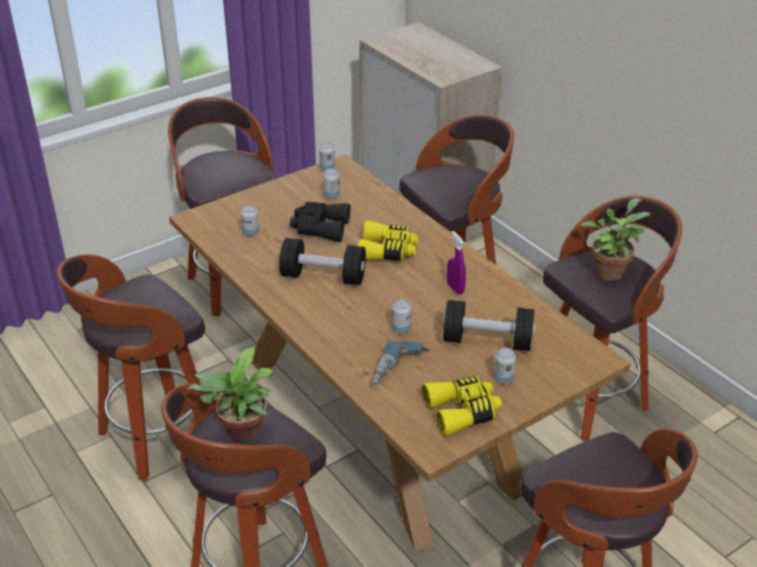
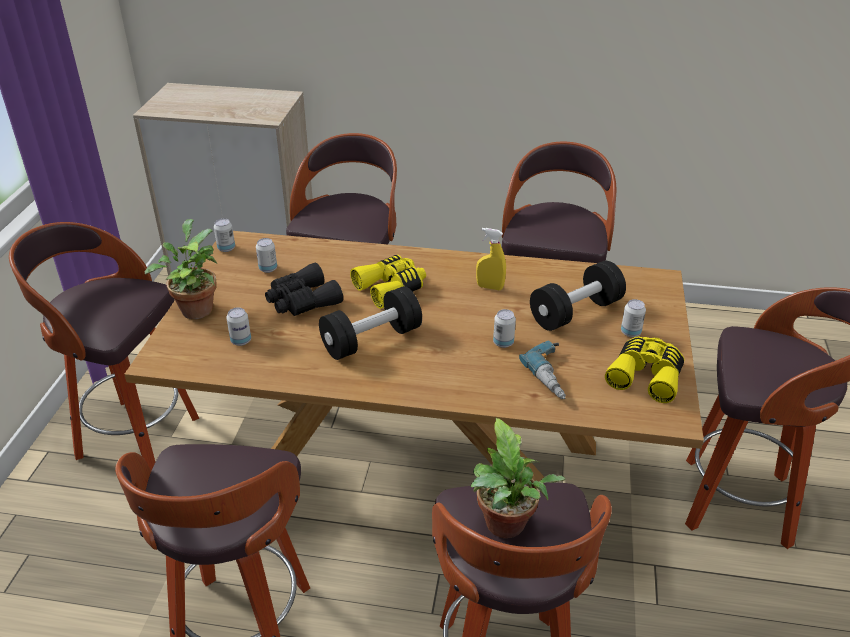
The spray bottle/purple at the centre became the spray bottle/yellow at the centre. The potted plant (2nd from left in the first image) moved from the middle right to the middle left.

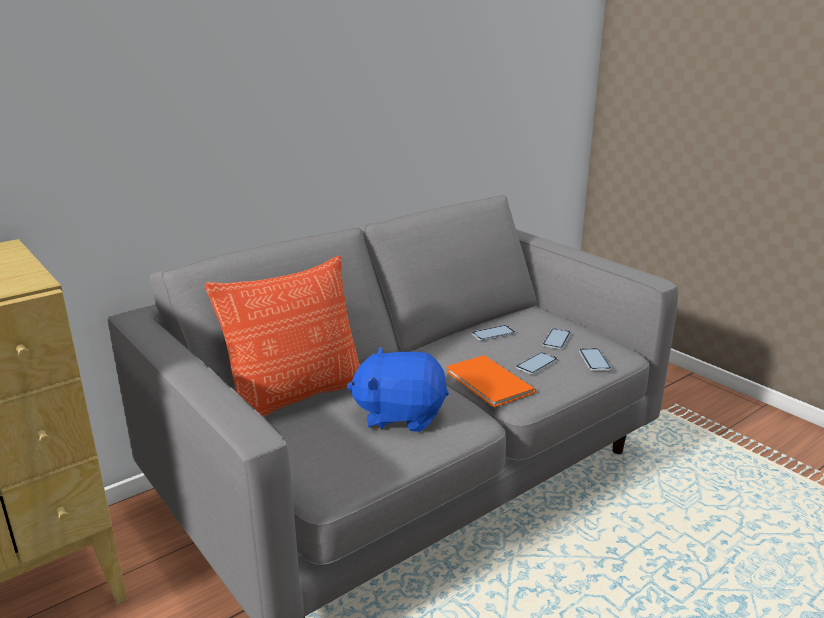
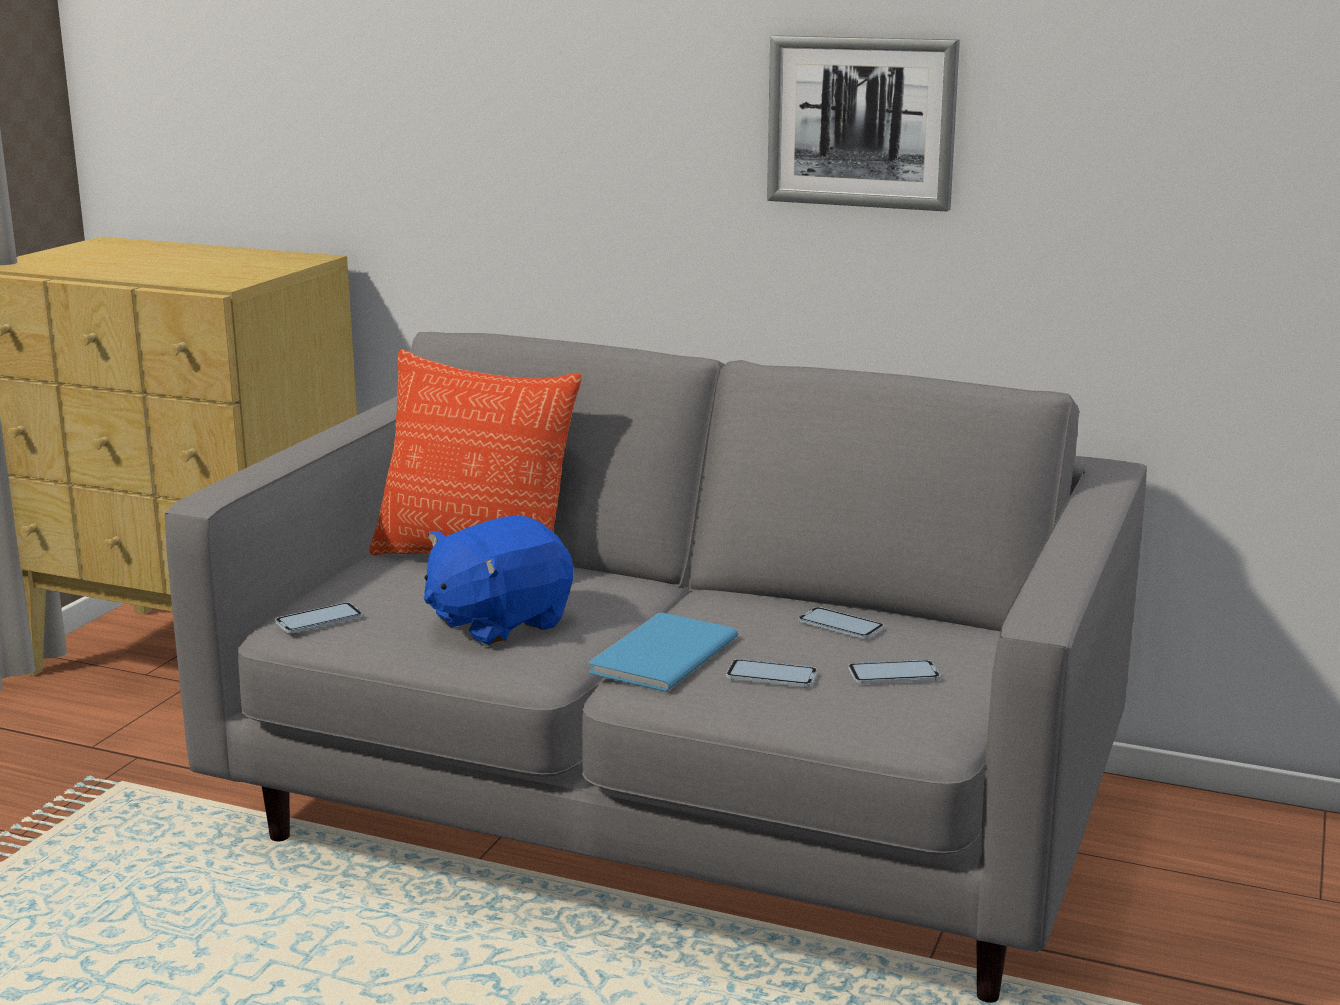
The plush toy/blue at the centre turned 105 degrees counterclockwise. The book/orange at the centre became the book/blue at the centre. The phone (4th from left in the first image) moved from the middle right to the middle left. The picture at the top centre appeared.

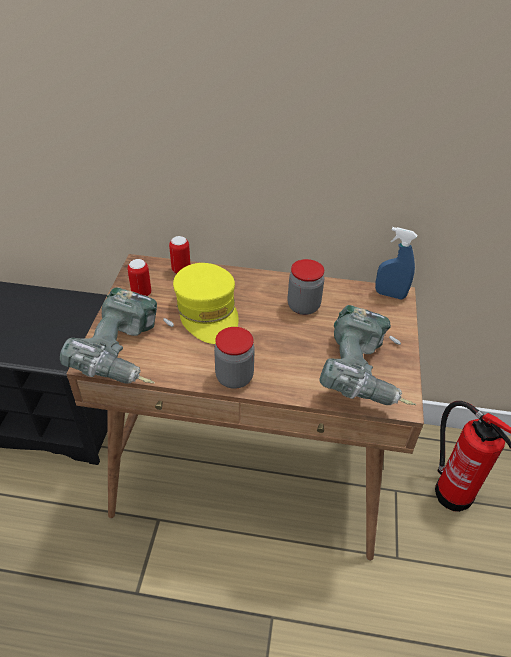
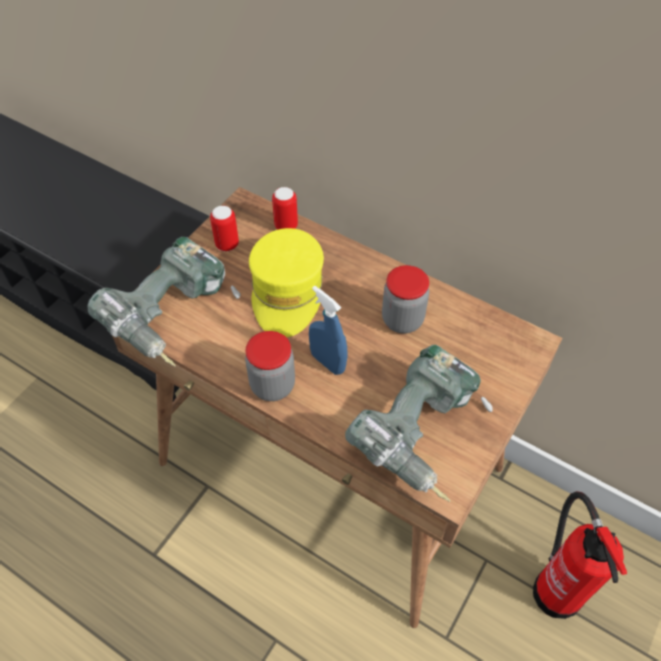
The spray bottle/blue moved from the middle right to the centre.

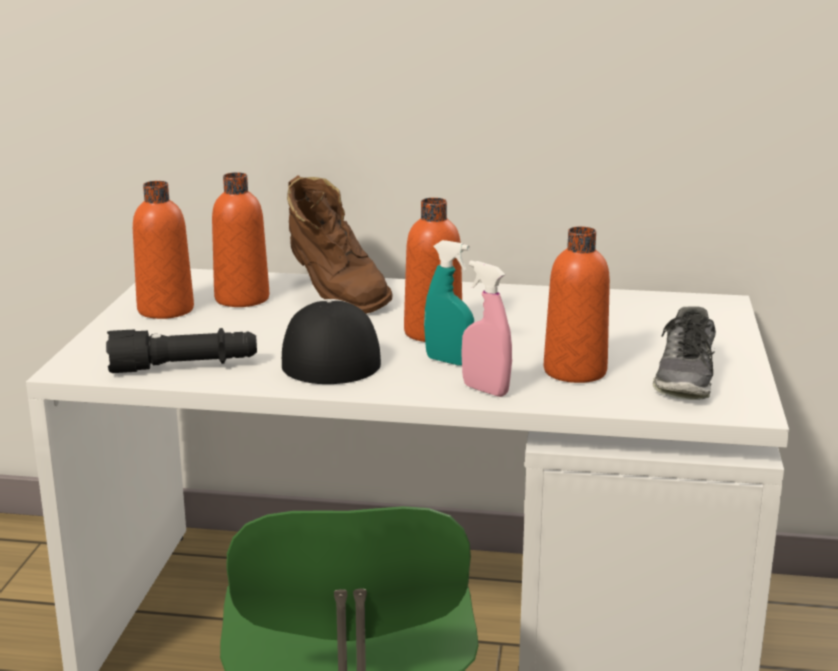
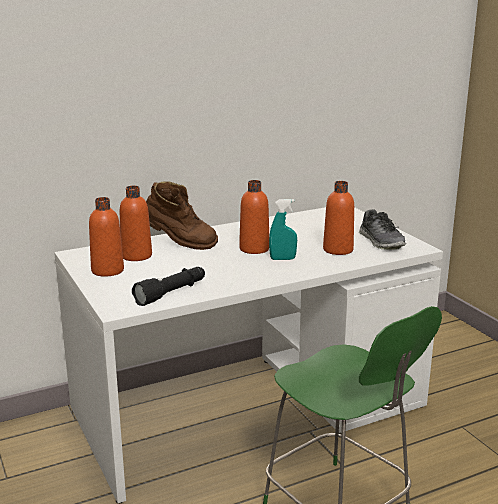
The cap at the centre disappeared. The spray bottle/pink at the centre disappeared.

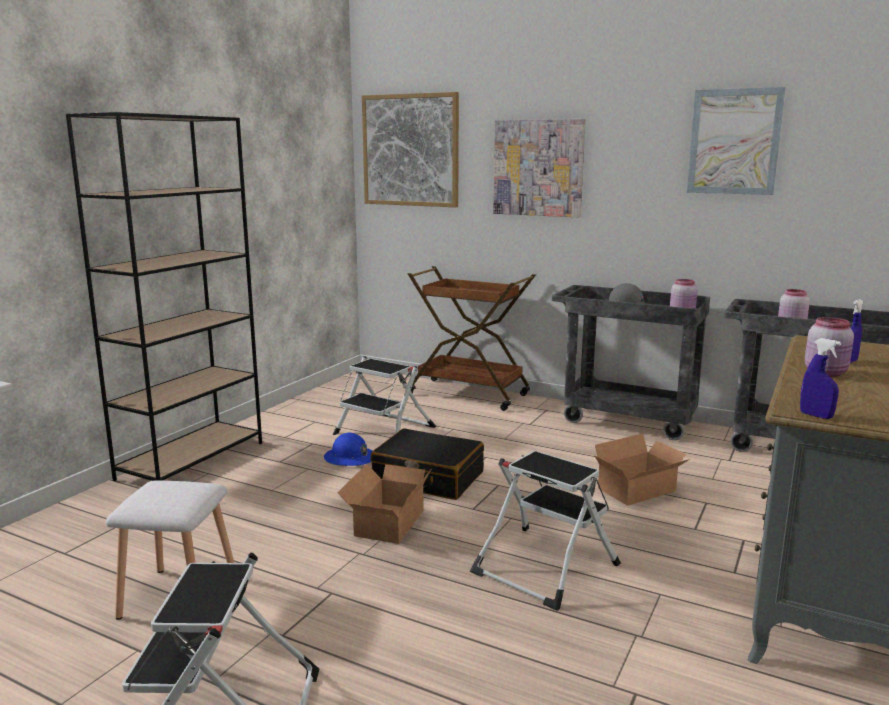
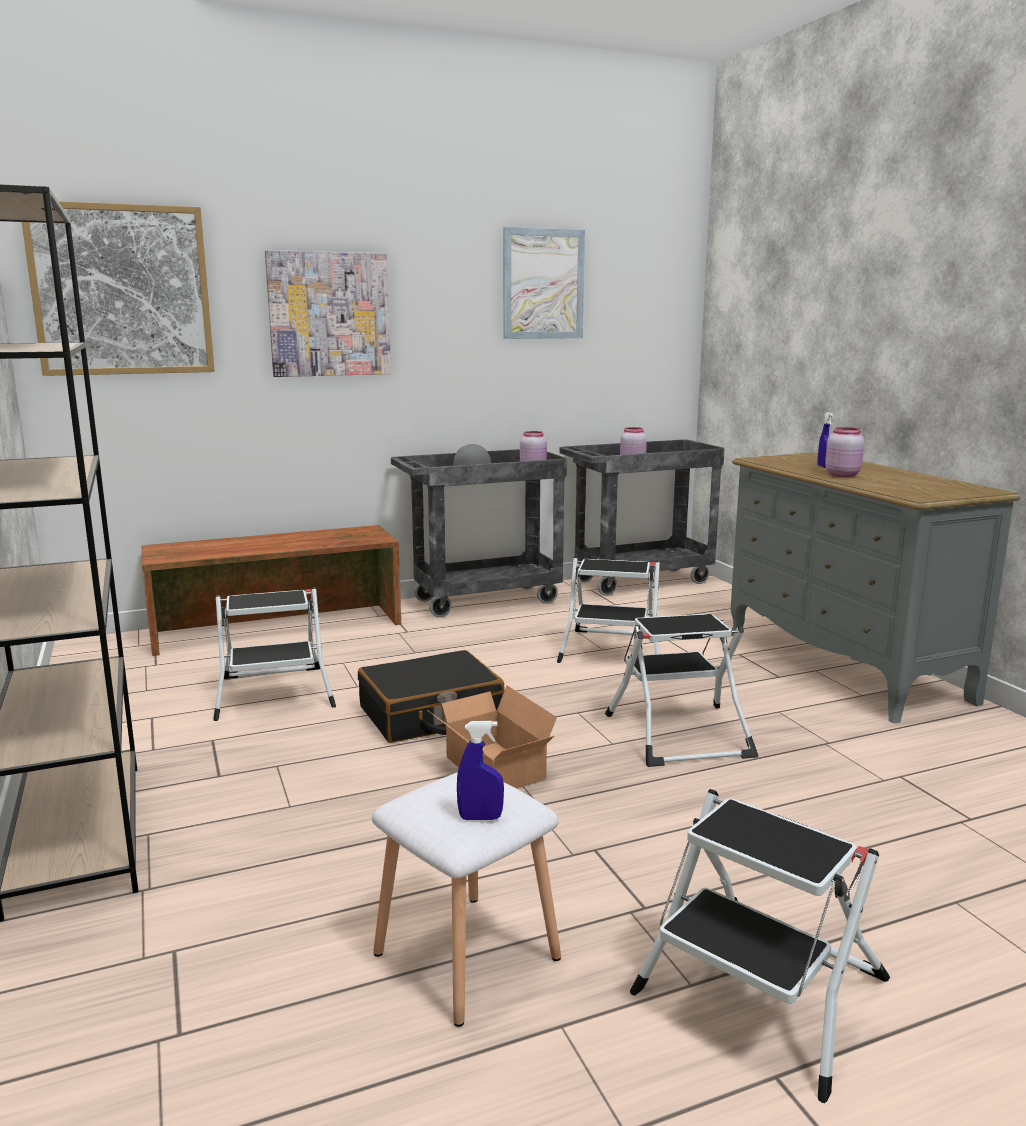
The hard hat/blue at the centre disappeared. The cart/brown at the centre was replaced by the bench/brown at the middle left. The cardboard box (2nd from left) at the bottom right was replaced by the step ladder (2nd from left) at the centre. The spray bottle/blue (1st from left) moved from the middle right to the bottom centre.

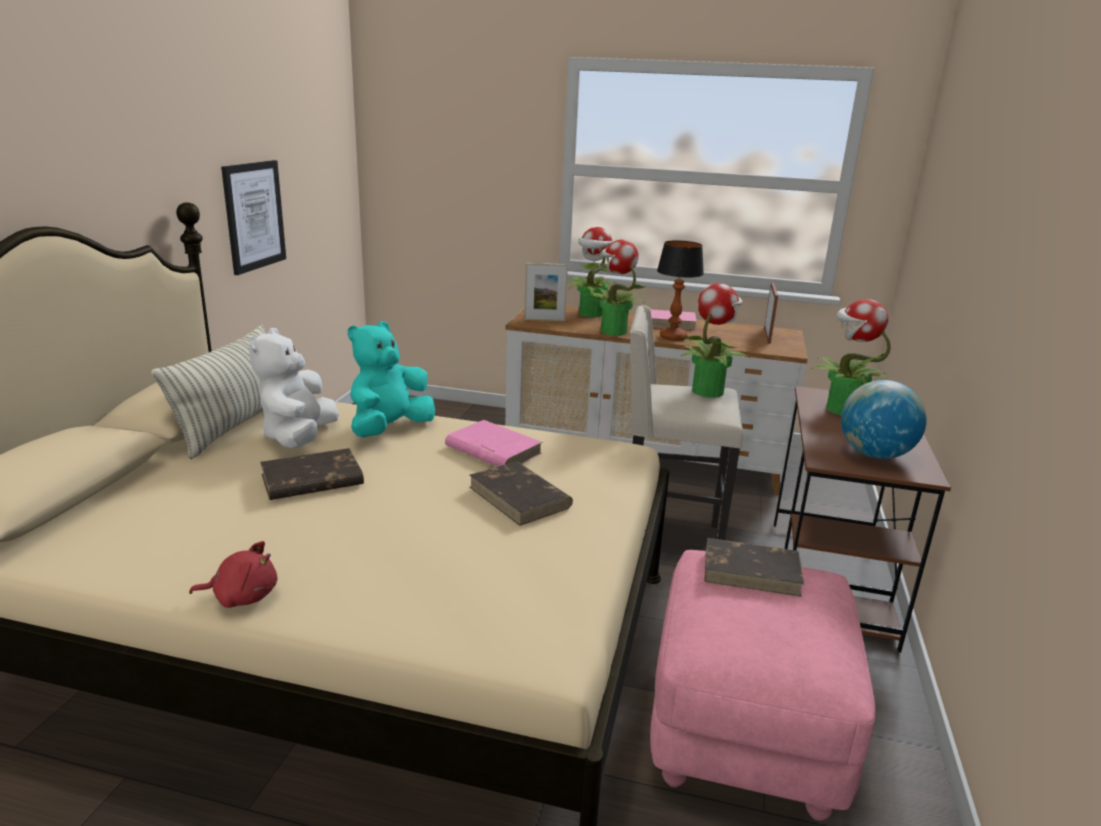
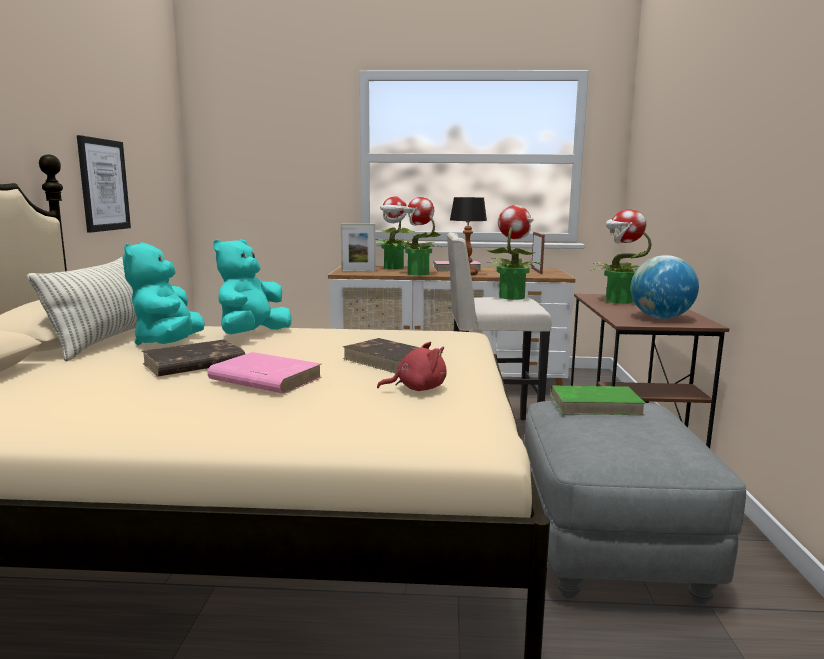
The plush toy/red moved from the bottom left to the centre. The plush toy/white at the middle left became the plush toy/turquoise (1st from left) at the middle left. The book/pink (1st from left) moved from the centre to the middle left. The ottoman/pink at the bottom right became the ottoman/grey at the bottom right. The book/brown (3rd from left) at the bottom right became the book/green at the middle right.

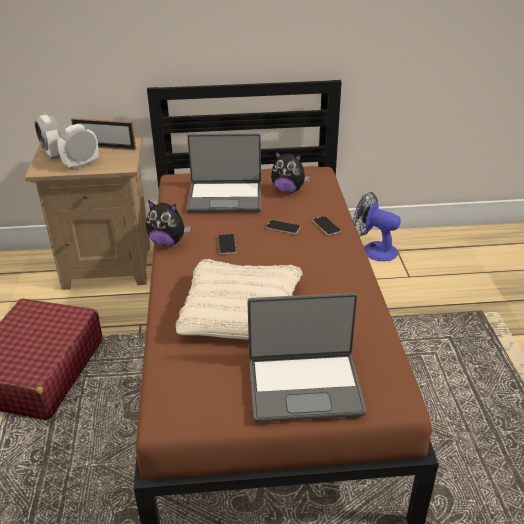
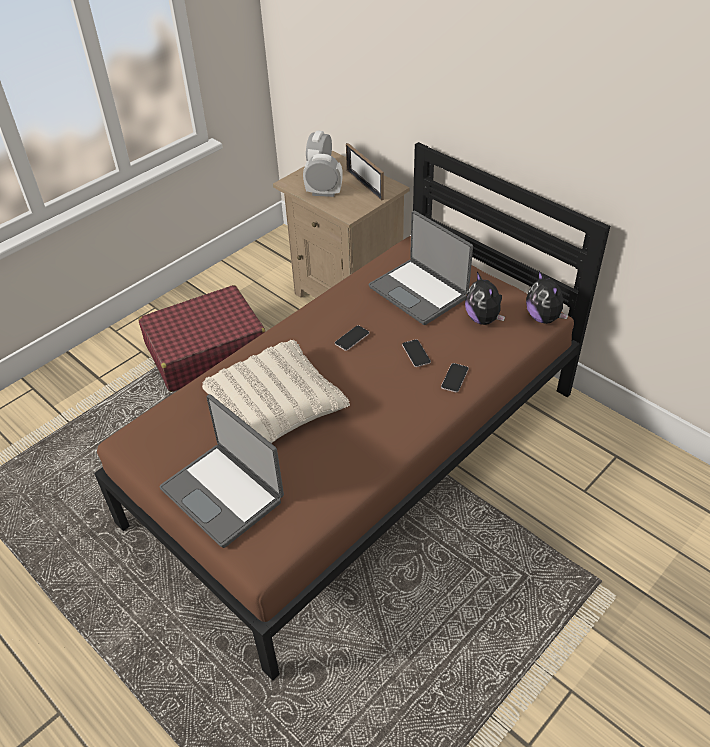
The plush toy (1st from left in the first image) moved from the middle left to the middle right. The fan at the middle right disappeared.

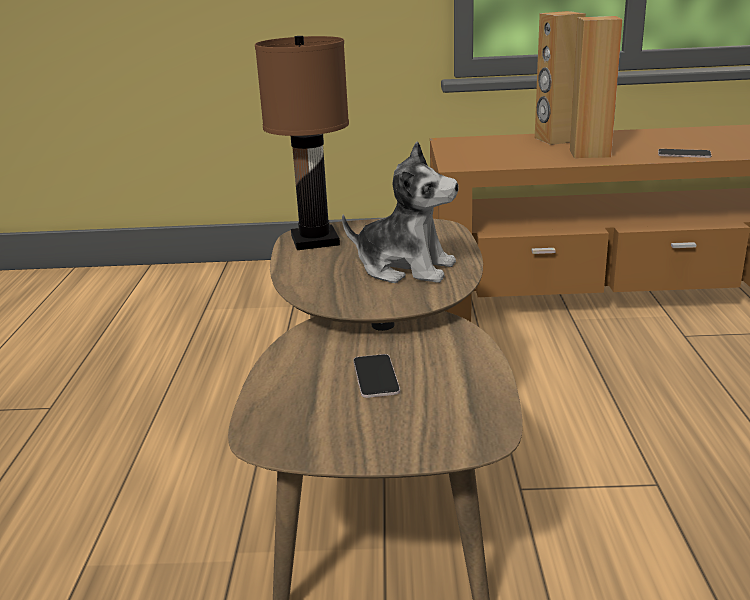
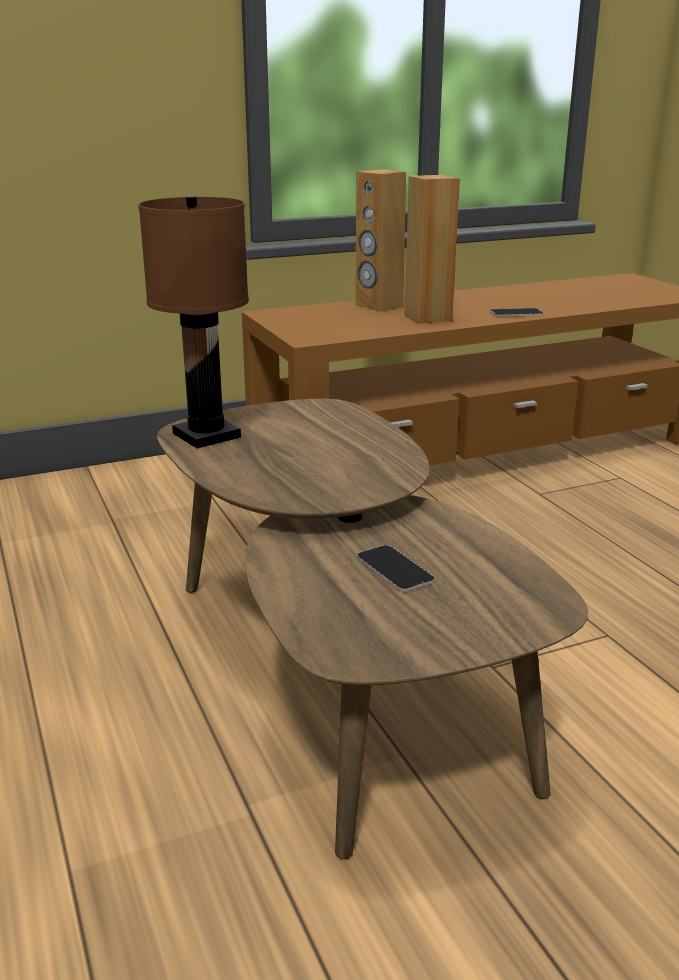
The plush toy at the centre disappeared.

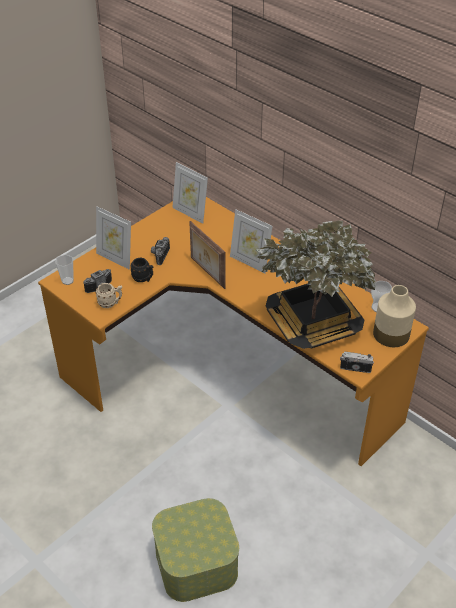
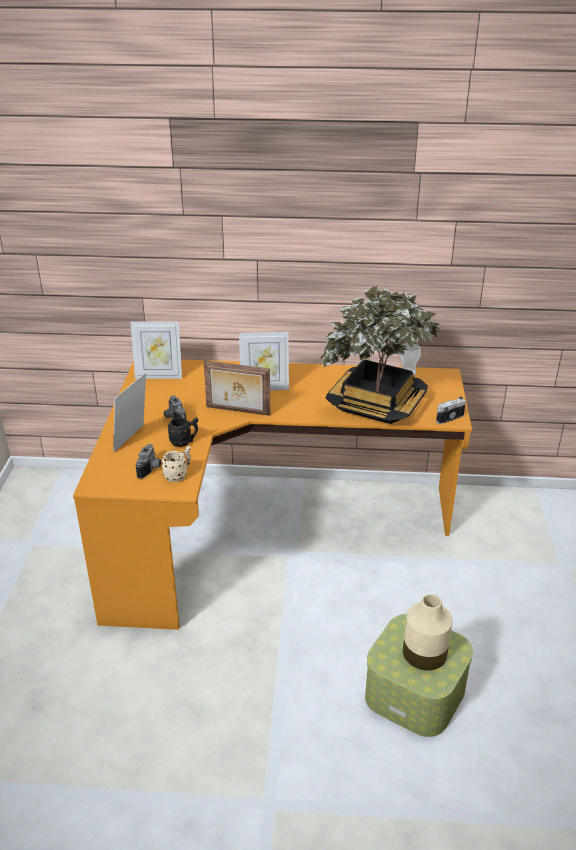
The cup (1st from left) at the middle left disappeared. The picture frame (1st from left) at the middle left turned 120 degrees clockwise. The vase/beige moved from the middle right to the bottom right.

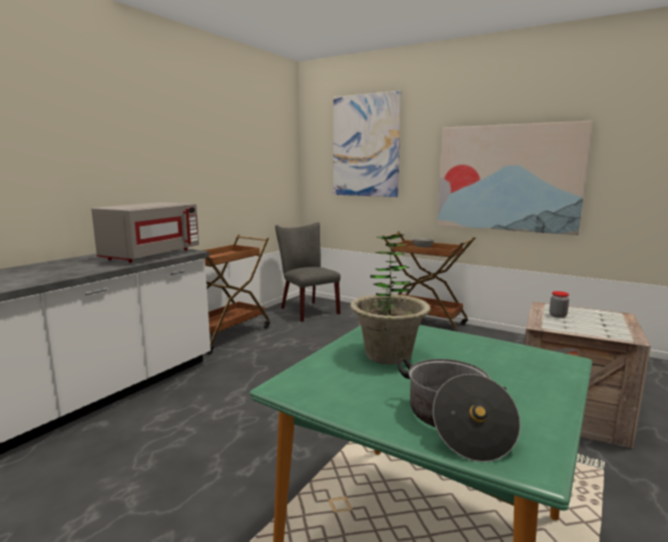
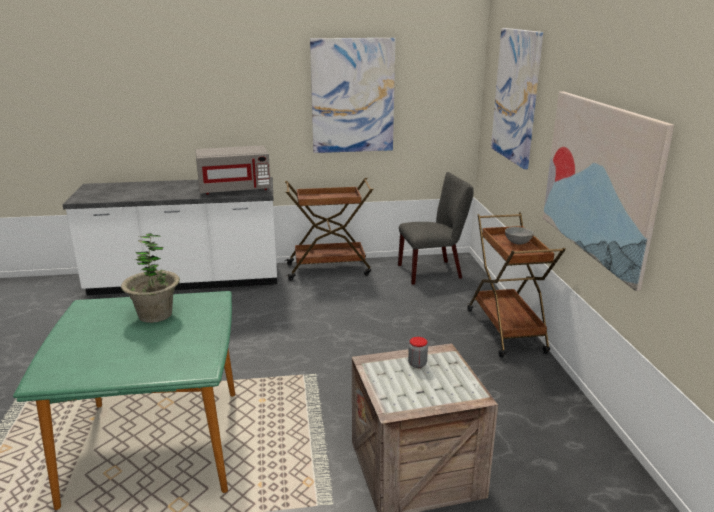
The chair/grey at the centre turned 60 degrees clockwise. The cooking pot at the bottom right disappeared. The picture (1st from left) at the top centre appeared.

